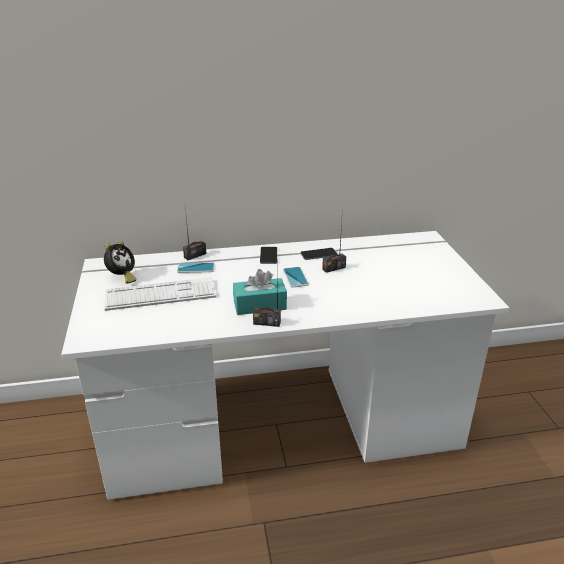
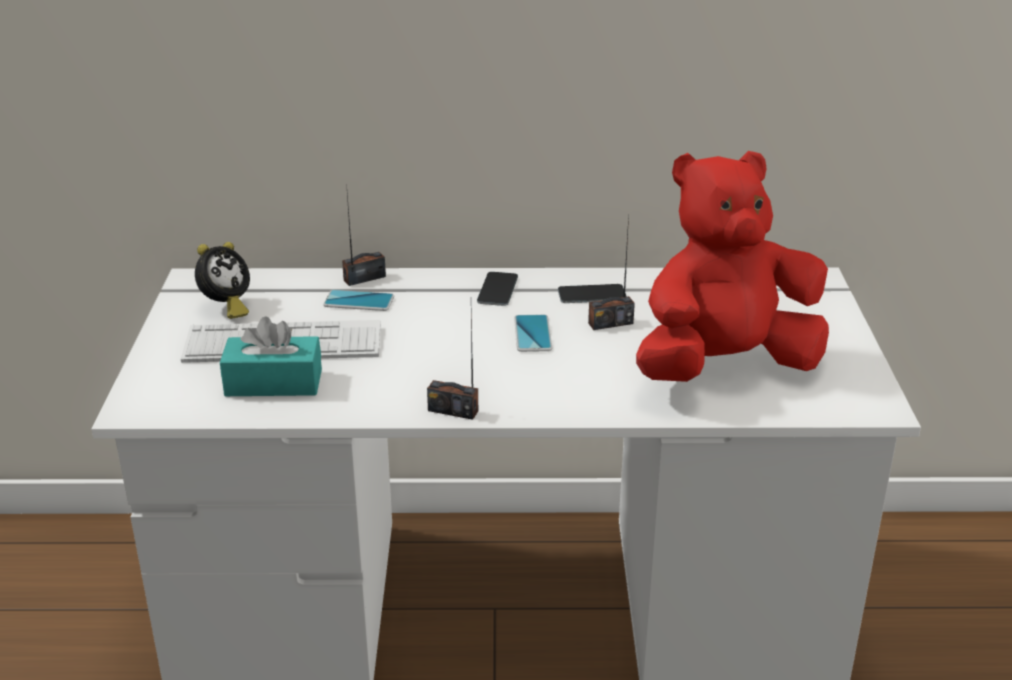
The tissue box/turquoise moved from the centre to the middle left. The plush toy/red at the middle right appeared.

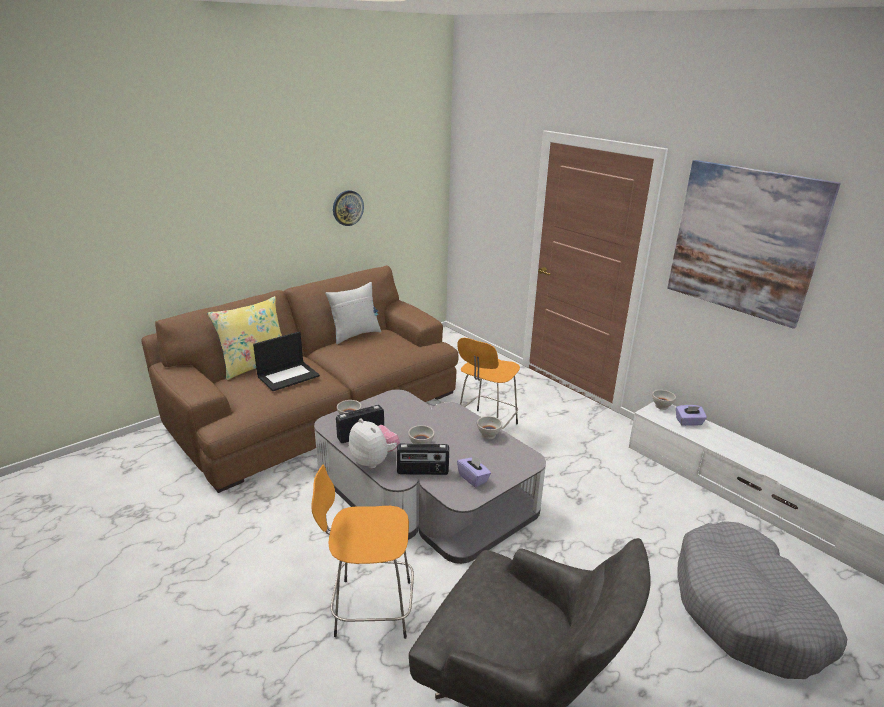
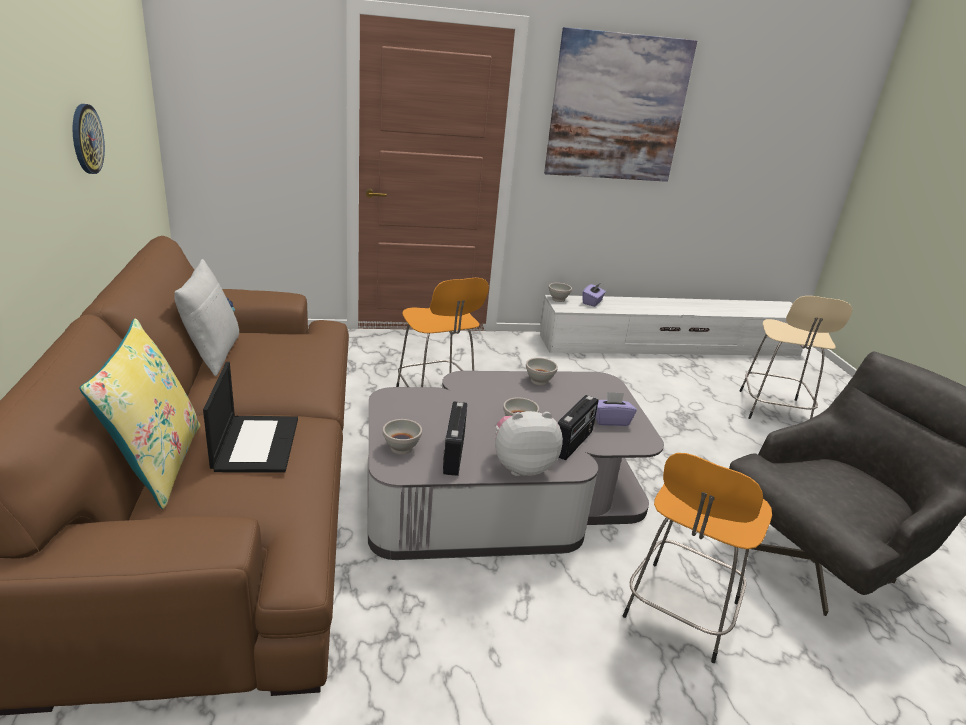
The dog bed/grey at the bottom right was replaced by the stool/beige at the middle right.

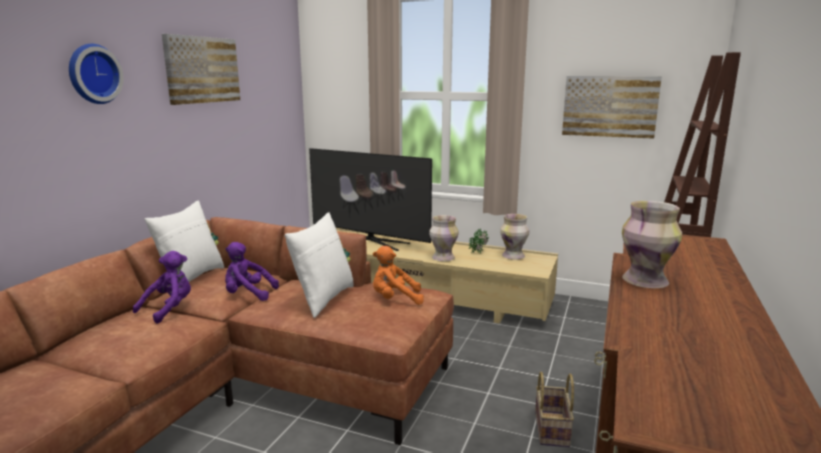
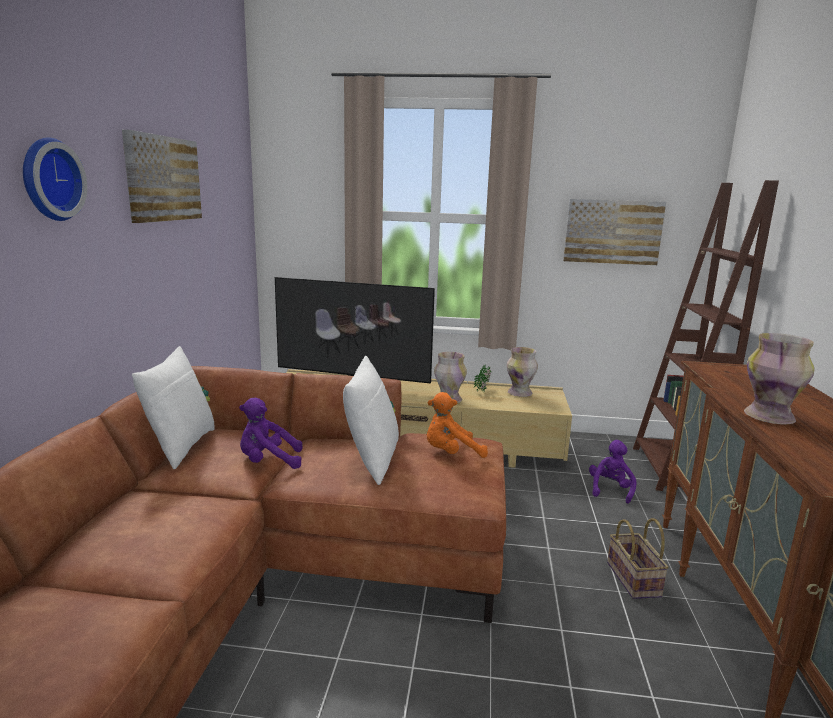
The plush toy/purple (1st from left in the first image) moved from the middle left to the middle right.

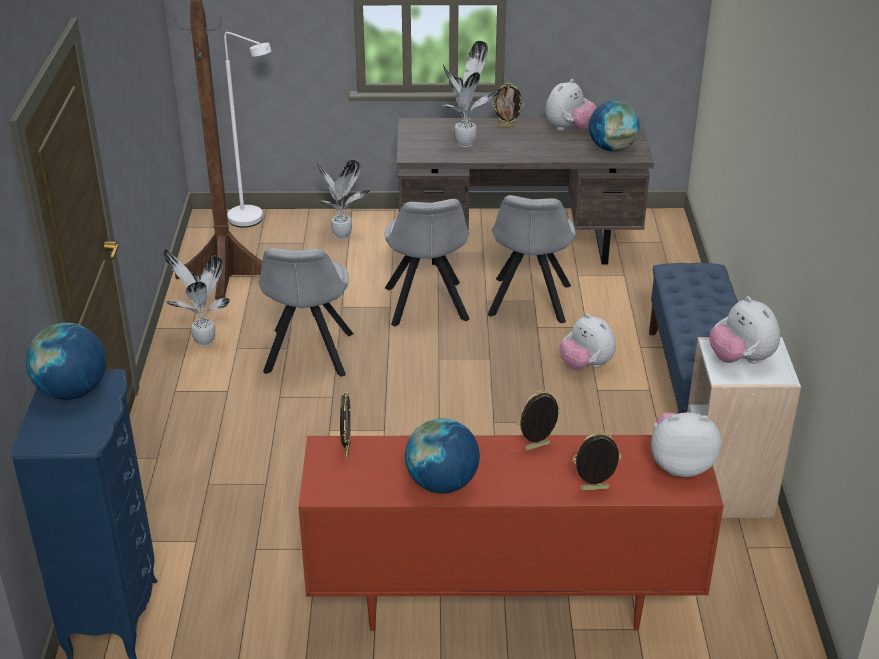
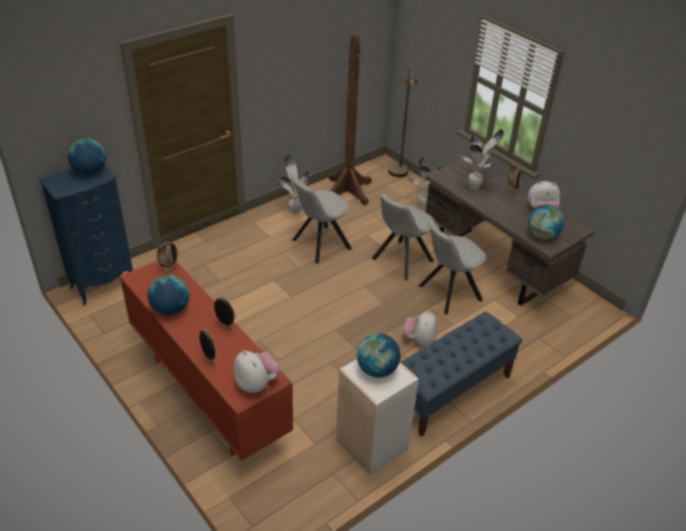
The floor lamp/white at the top left became the floor lamp/brown at the top centre. The plush toy (4th from left) at the middle right was replaced by the globe (3rd from left) at the bottom centre.

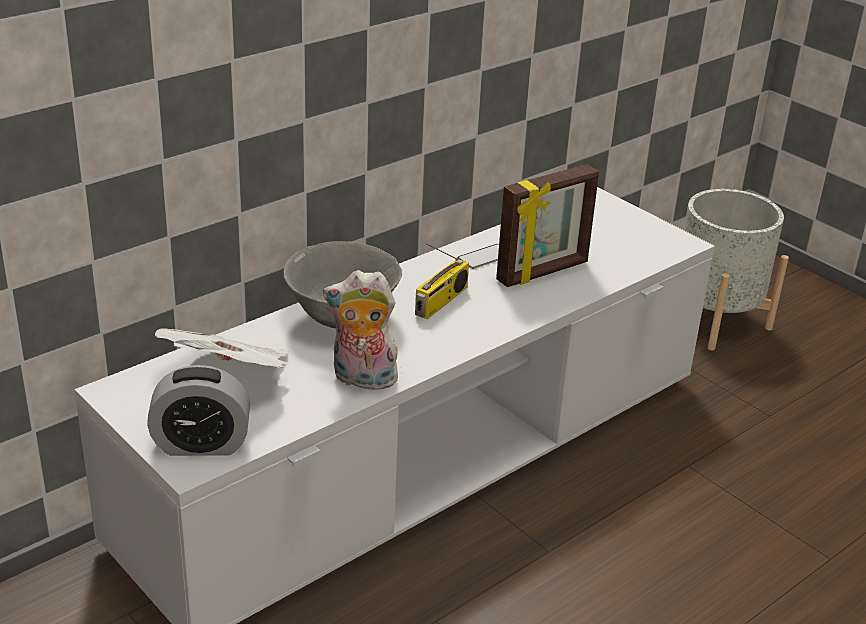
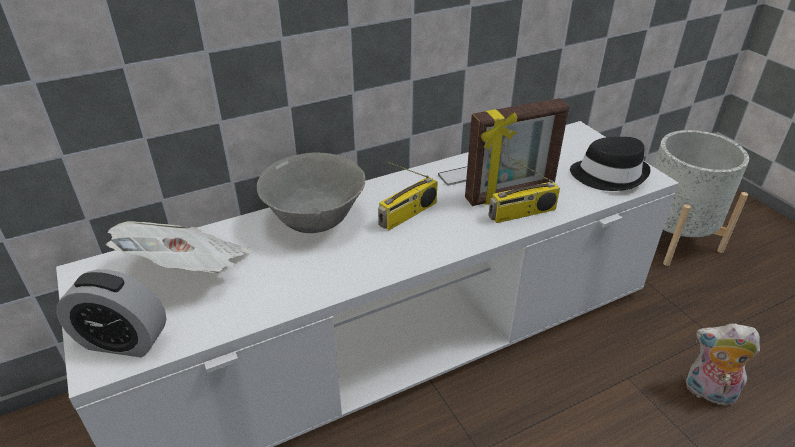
The plush toy moved from the centre to the bottom right. The radio (2nd from left) at the centre appeared. The hat/black at the middle right appeared.

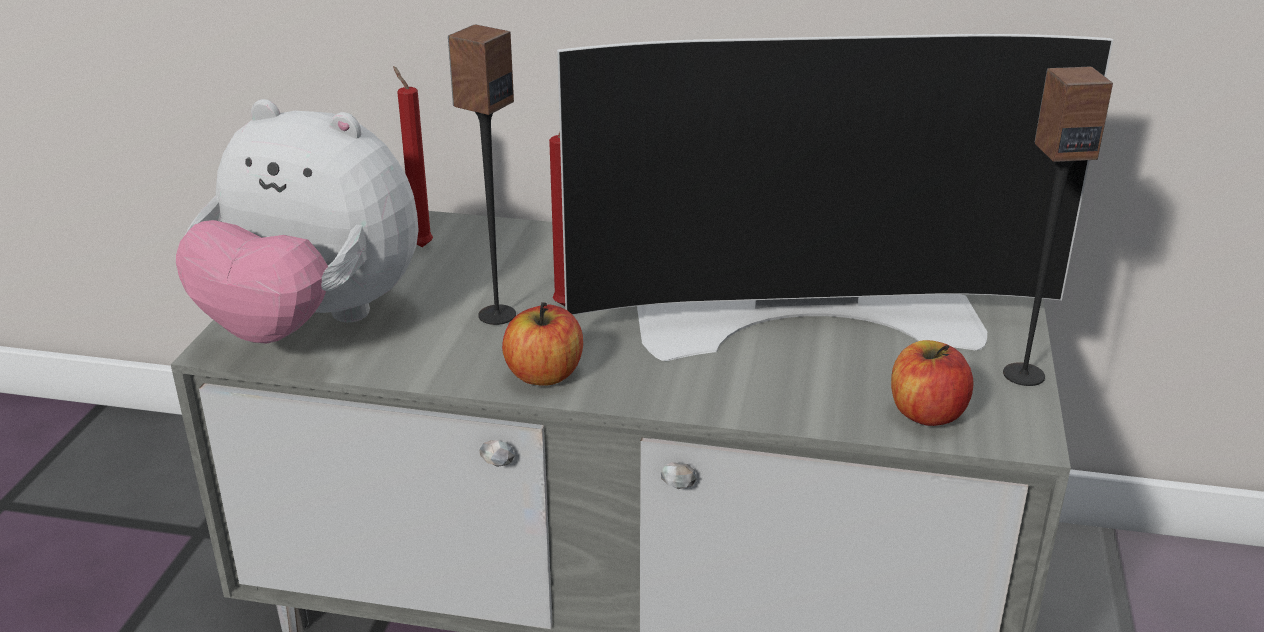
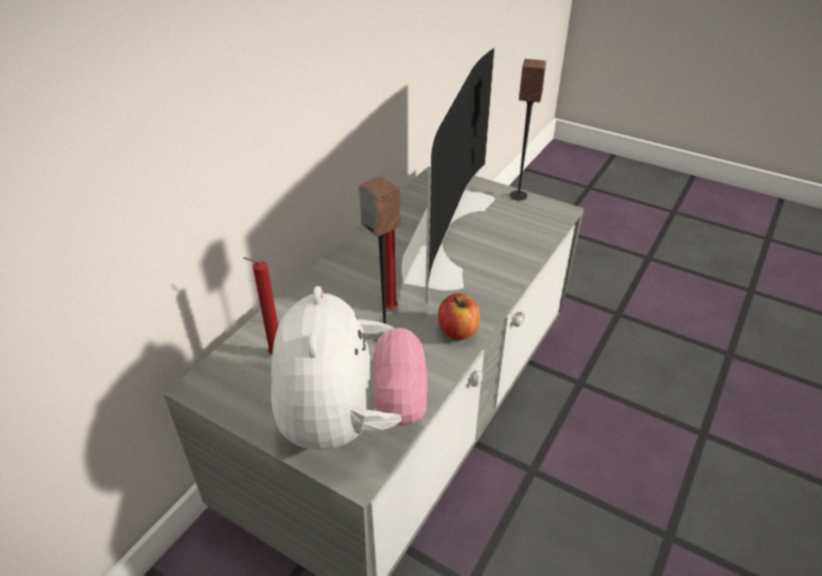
The plush toy at the middle left turned 45 degrees counterclockwise. The apple (2nd from left) at the middle right disappeared.

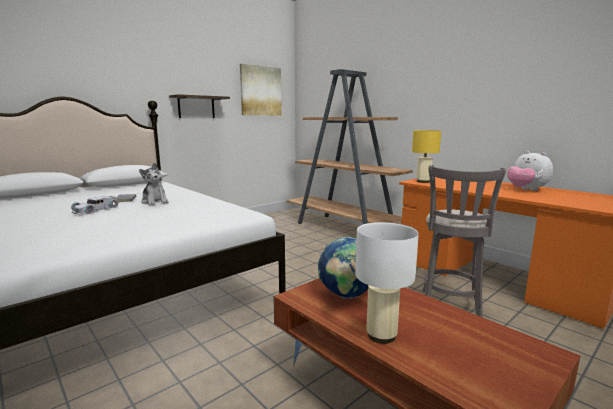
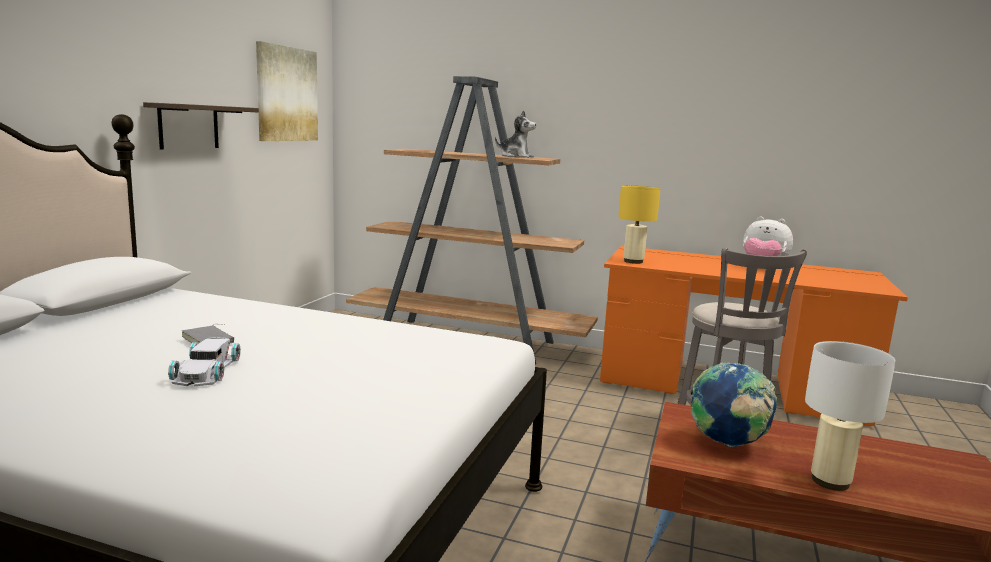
The plush toy (1st from left) moved from the middle left to the top centre.

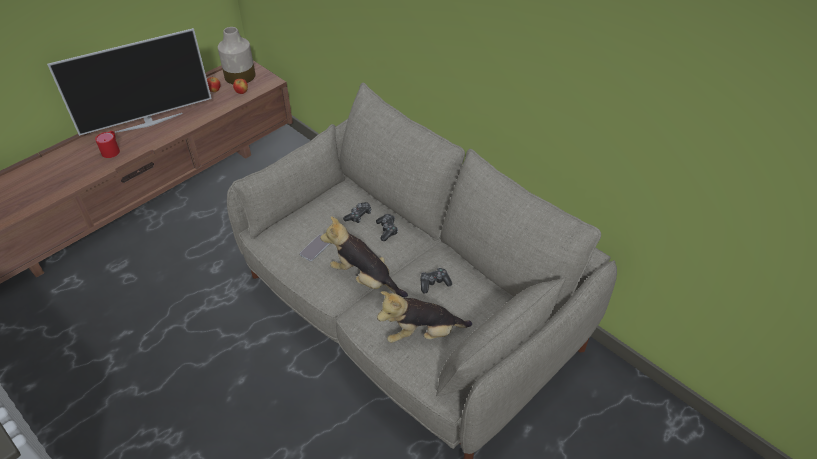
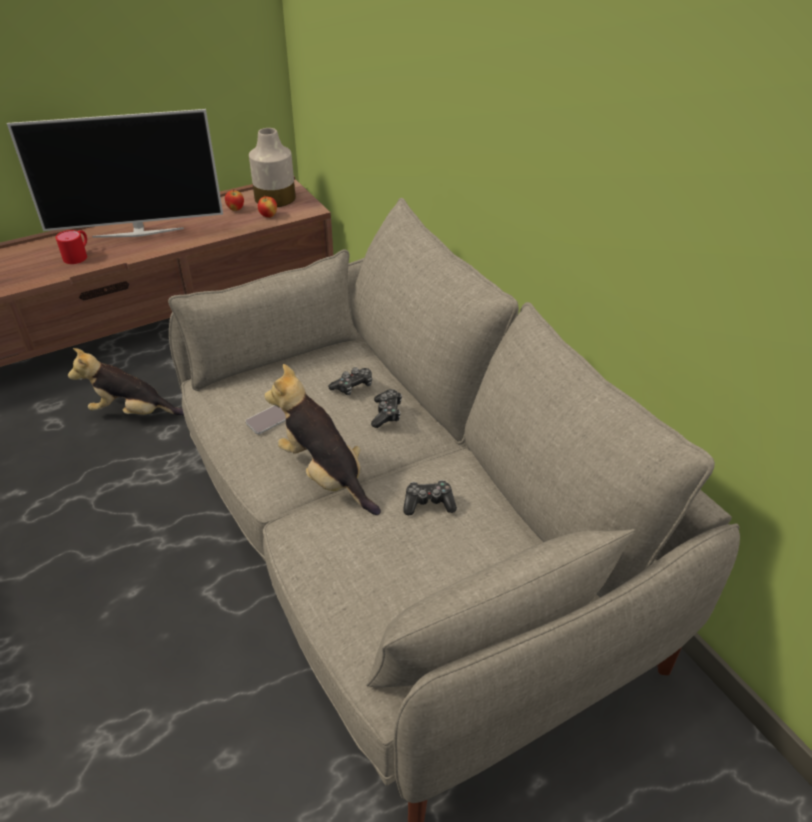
The plush toy (2nd from left in the first image) moved from the bottom centre to the middle left.

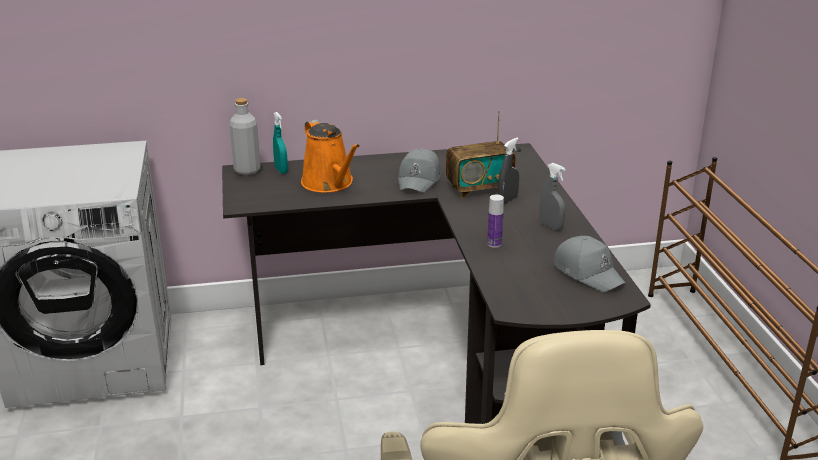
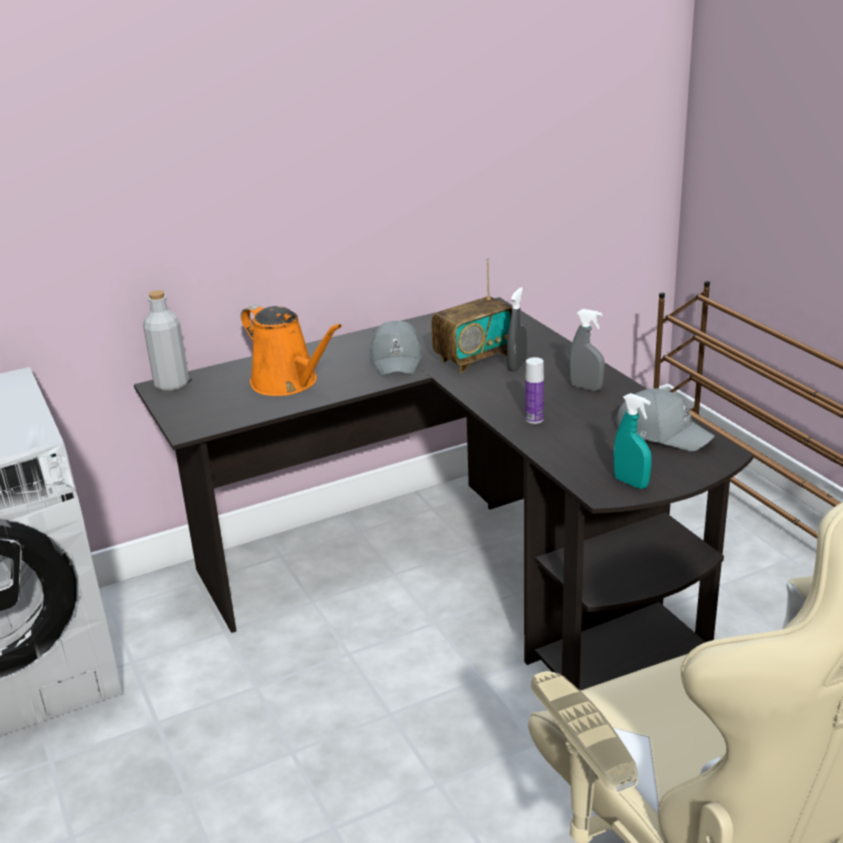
The spray bottle/turquoise moved from the top centre to the middle right.

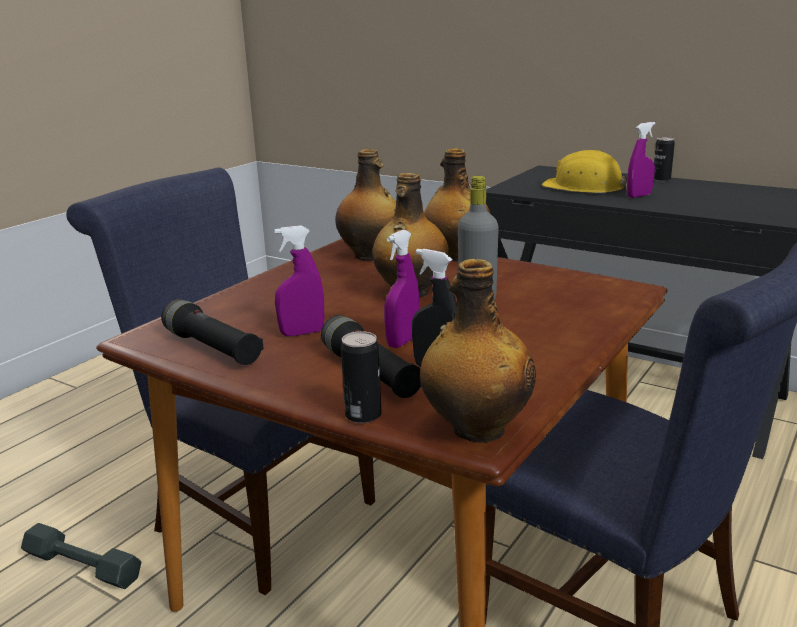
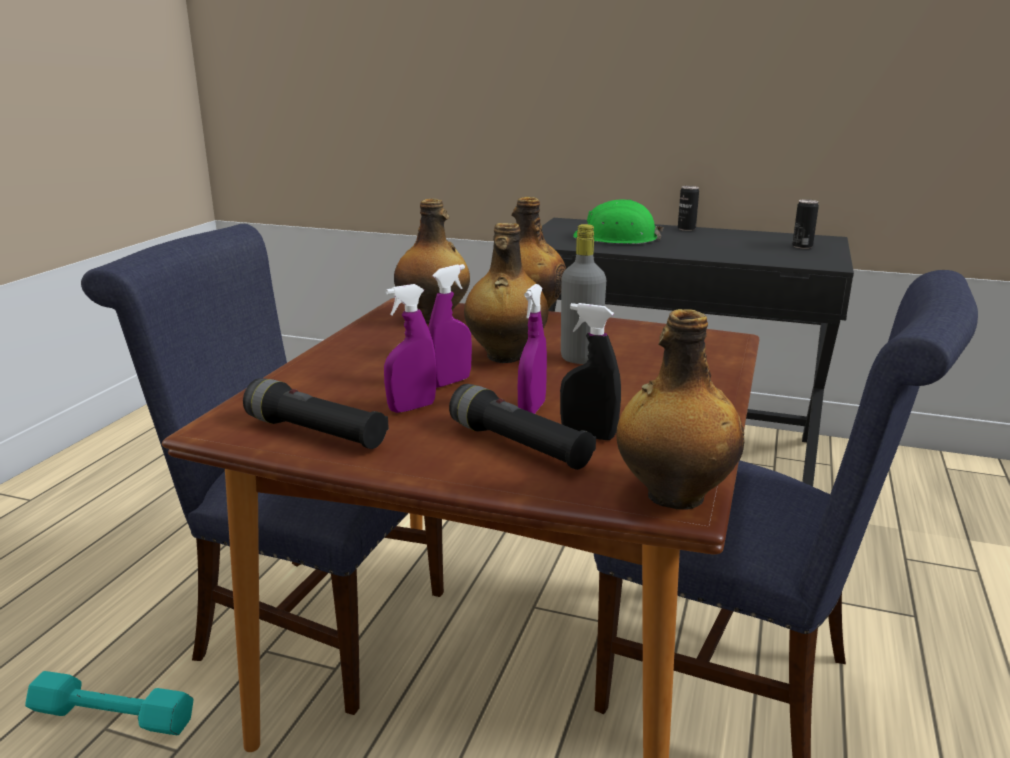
The dumbbell/grey at the bottom left became the dumbbell/turquoise at the bottom left. The can (1st from left in the first image) moved from the centre to the top right. The hard hat/yellow at the top right became the hard hat/green at the top centre. The spray bottle/purple (3rd from left in the first image) moved from the top right to the centre.

